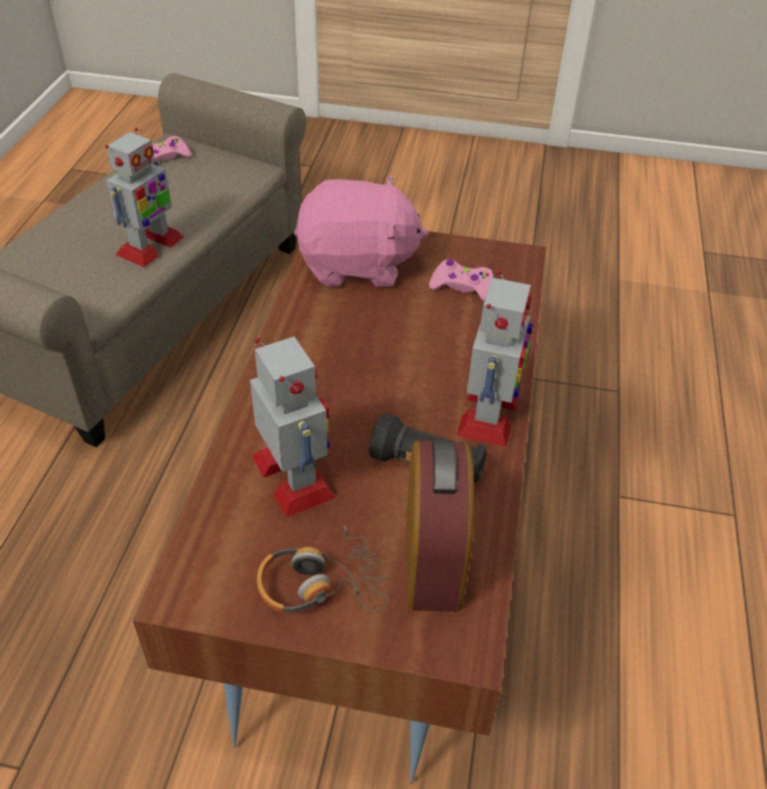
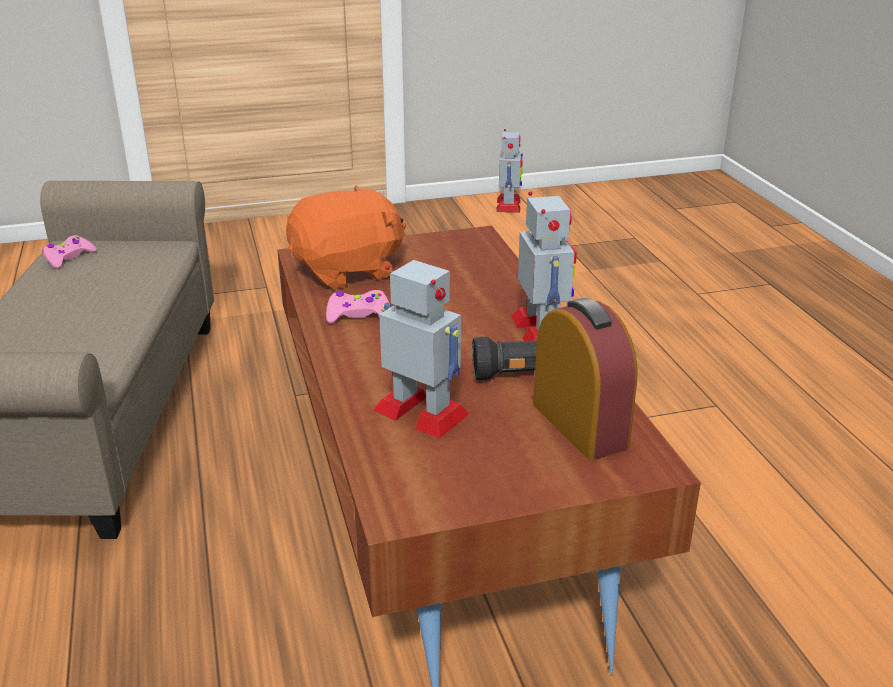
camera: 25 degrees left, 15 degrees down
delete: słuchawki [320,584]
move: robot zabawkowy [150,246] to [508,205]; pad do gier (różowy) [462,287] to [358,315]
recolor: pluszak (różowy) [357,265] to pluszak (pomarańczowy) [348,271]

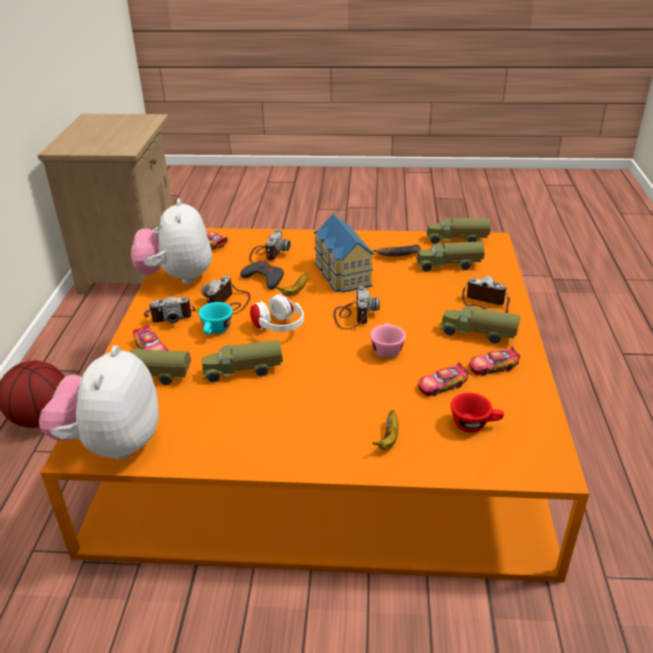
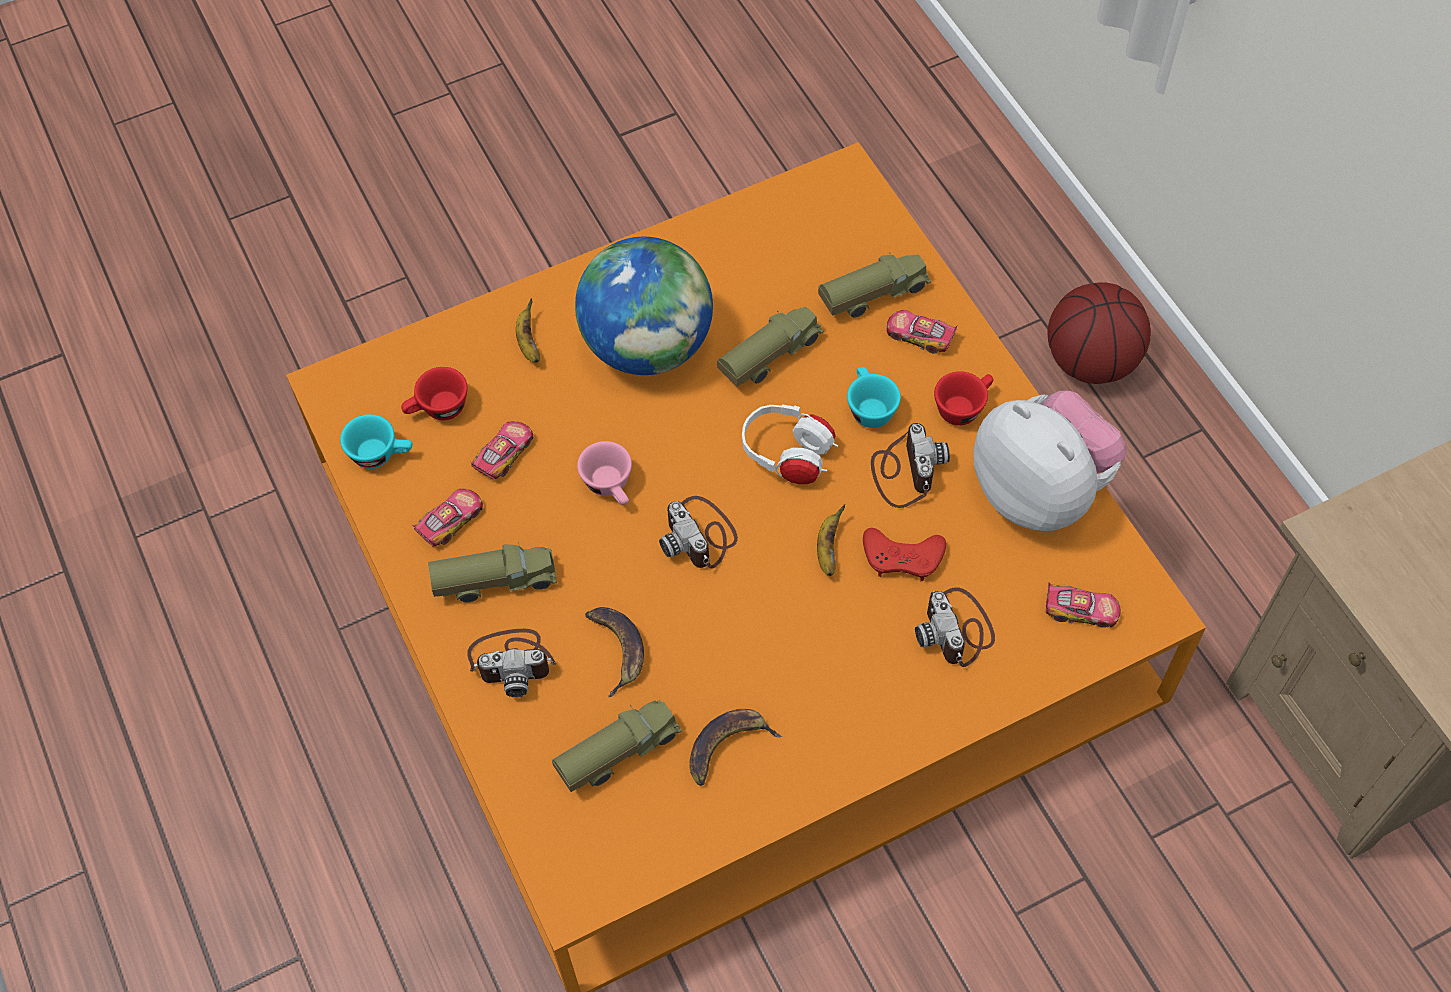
camera: 150 degrees right, 25 degrees up
delete: domek [341,274]; ciężarówka zabawkowa [457,240]; pluszak [112,444]
insert: globus [648,346]; filiżanka (turkusowy) [381,454]; banan [617,649]
replace: aparat fotograficzny [170,315] to filiżanka (czerwony) [963,406]
recolor: pad do gier (szary) [264,278] to pad do gier (czerwony) [903,557]

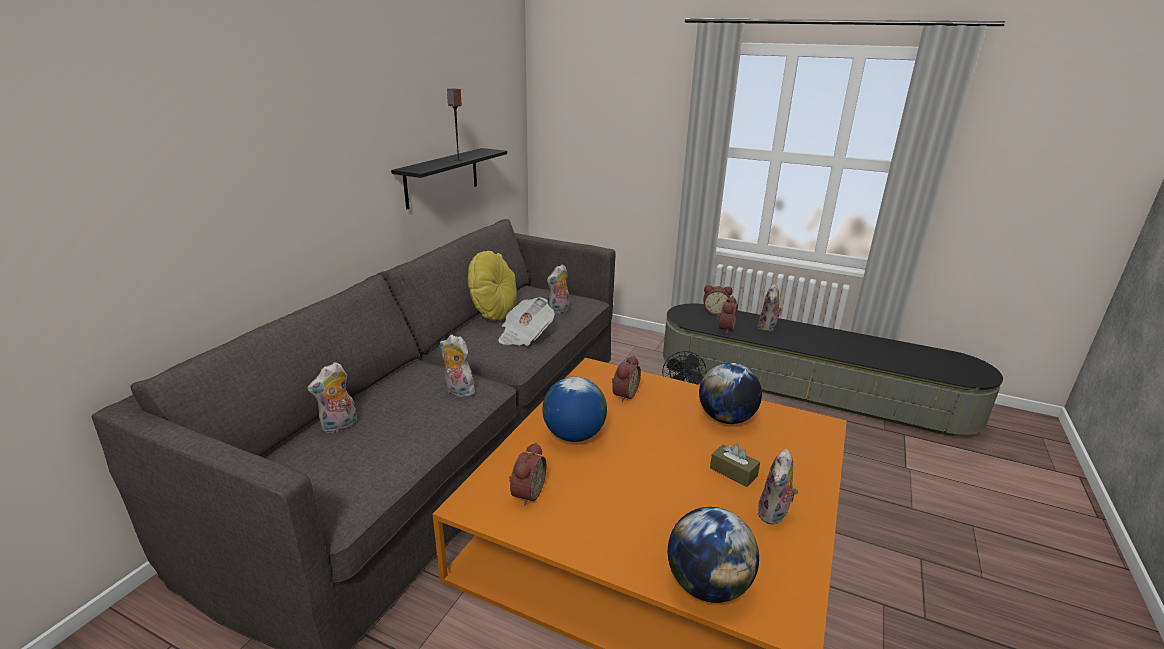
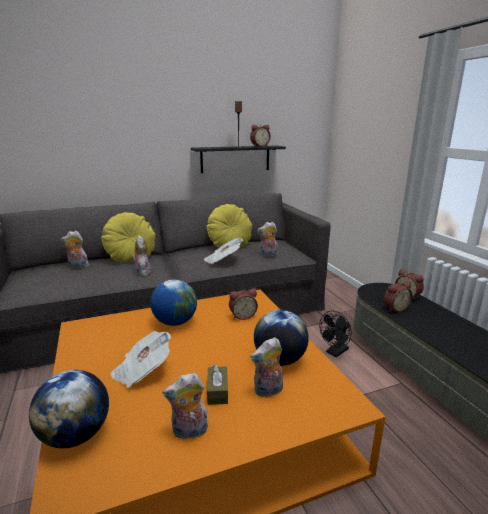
camera: 45 degrees right, 5 degrees down
insert: poduszka (żółty) [131,259]; gazeta [142,371]
move: pluszak [768,327] to [268,391]; budzik [526,493] to [259,146]

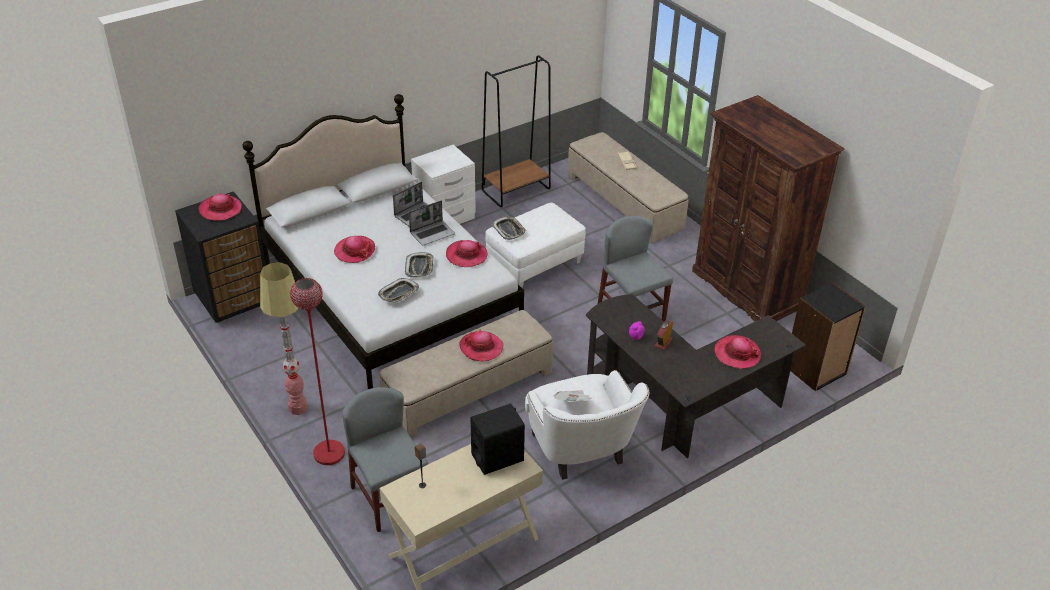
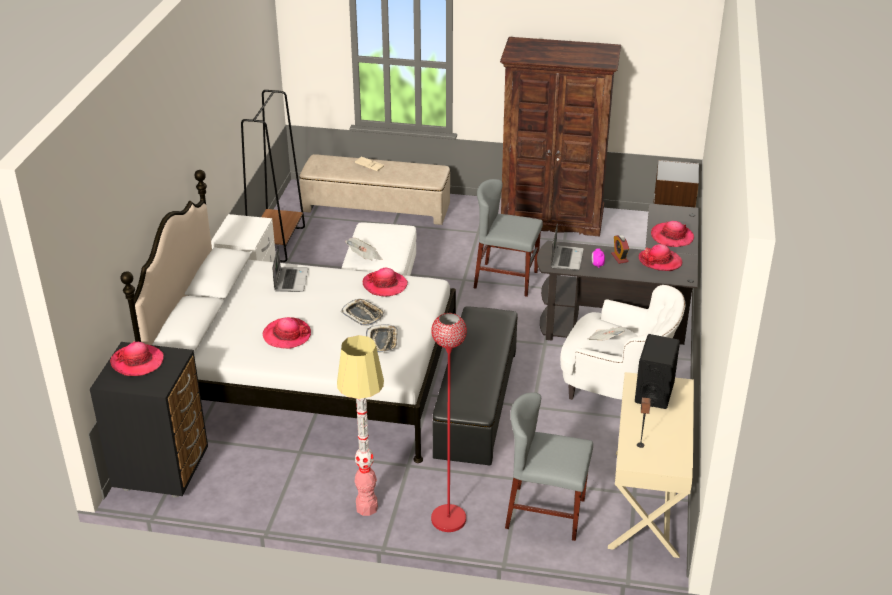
camera: 45 degrees left, 5 degrees down
move: laptop [432,233] to [566,258]; kapelusz [481,347] to [660,261]
replace: taca [509,230] to gazeta [364,257]
recolor: ławka (beżowy) [468,389] to ławka (czarny) [476,401]

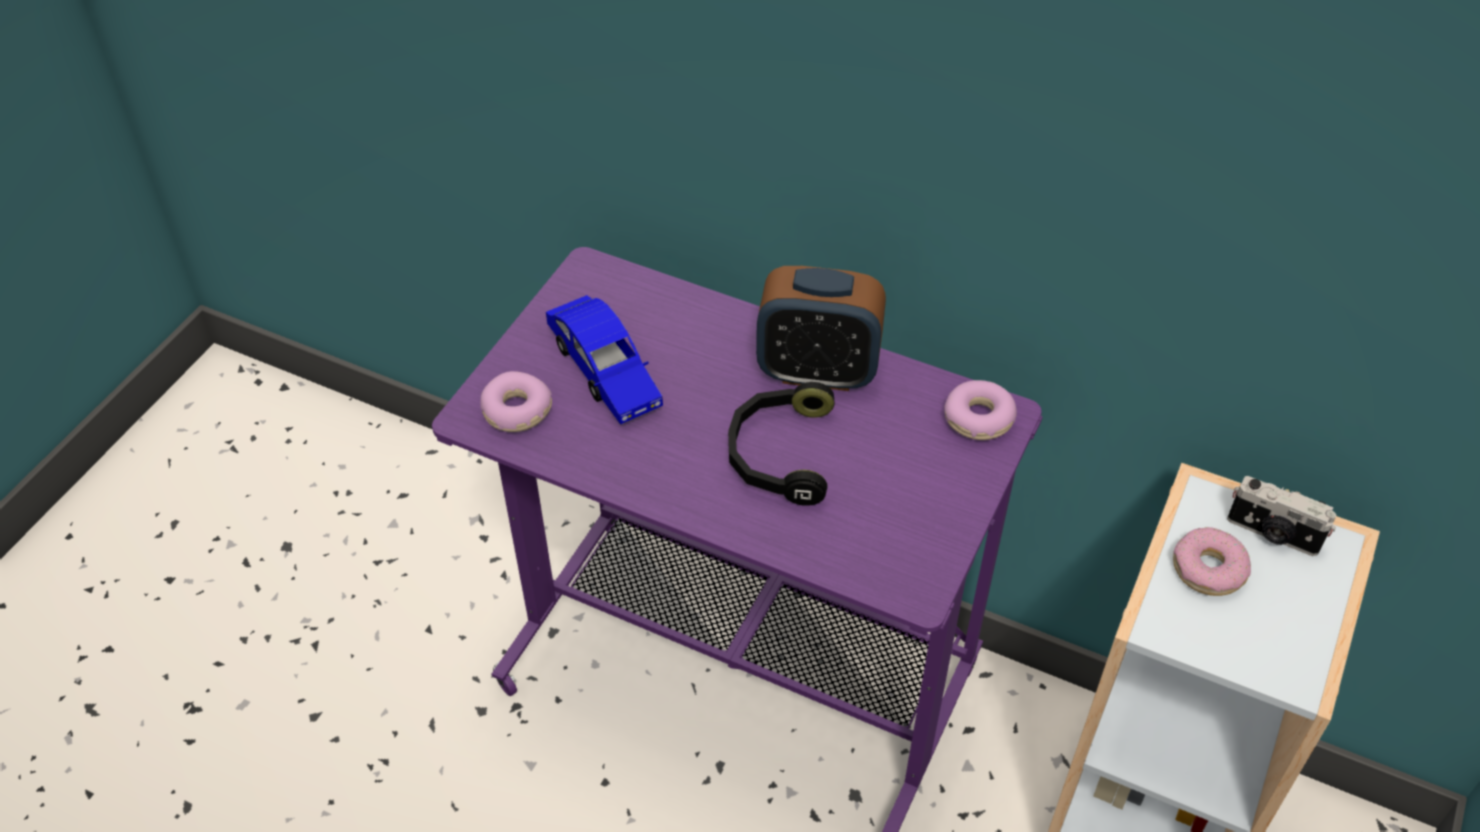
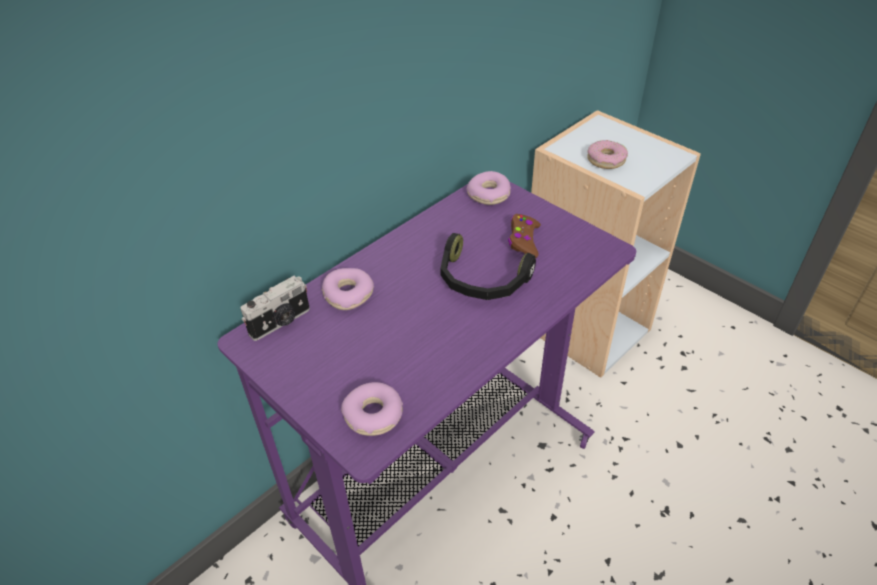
camera: 70 degrees left, 5 degrees down
delete: budzik [818,371]; samochodzik (niebieski) [604,371]
insert: pad do gier (brązowy) [523,241]; donut [348,294]
move: aparat fotograficzny [1272,534] to [281,322]

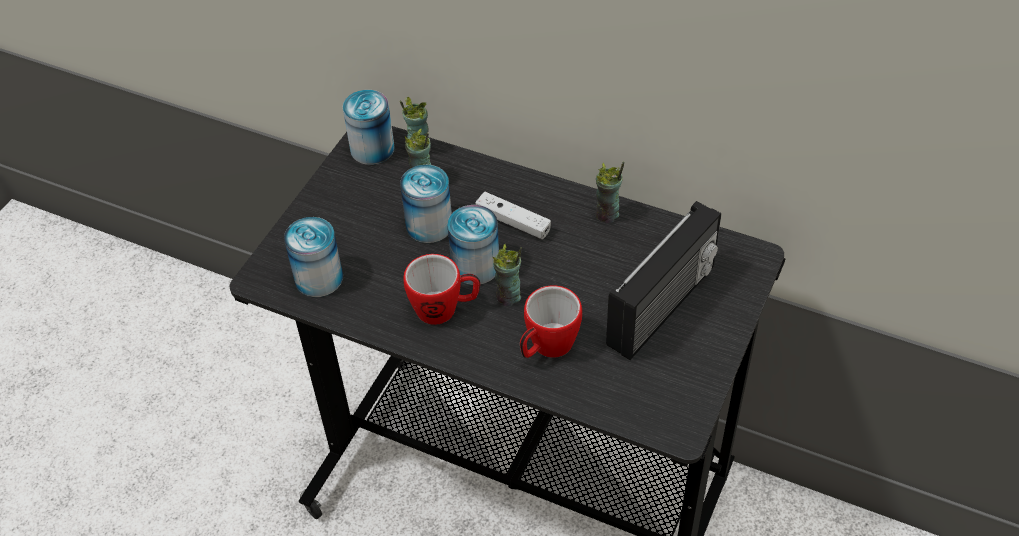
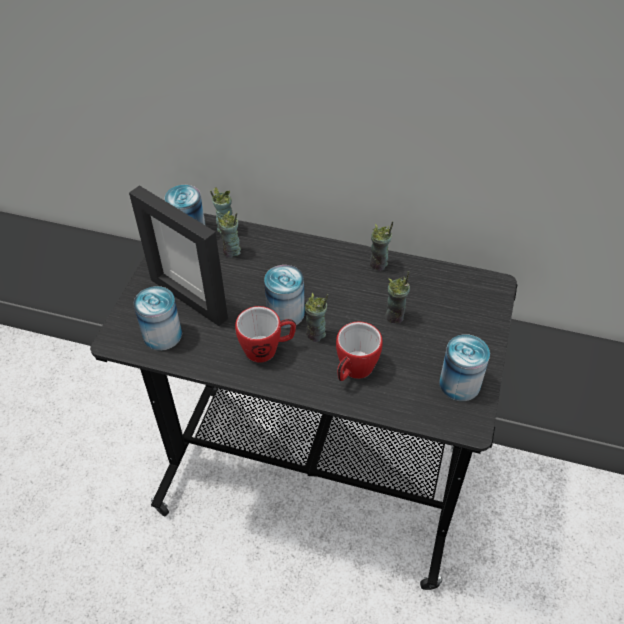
camera: 10 degrees left, 0 degrees up
delete: pad do gier (biały) [513,222]; radio [663,307]
insert: ramka na zdjęcie [190,297]; filiżanka [395,316]
move: puszka [429,225] to [459,384]

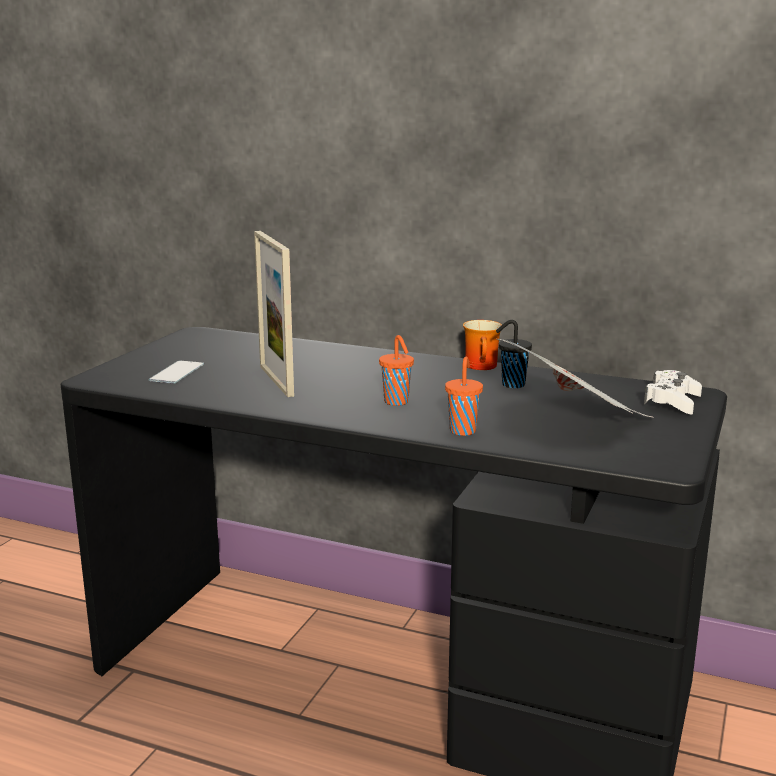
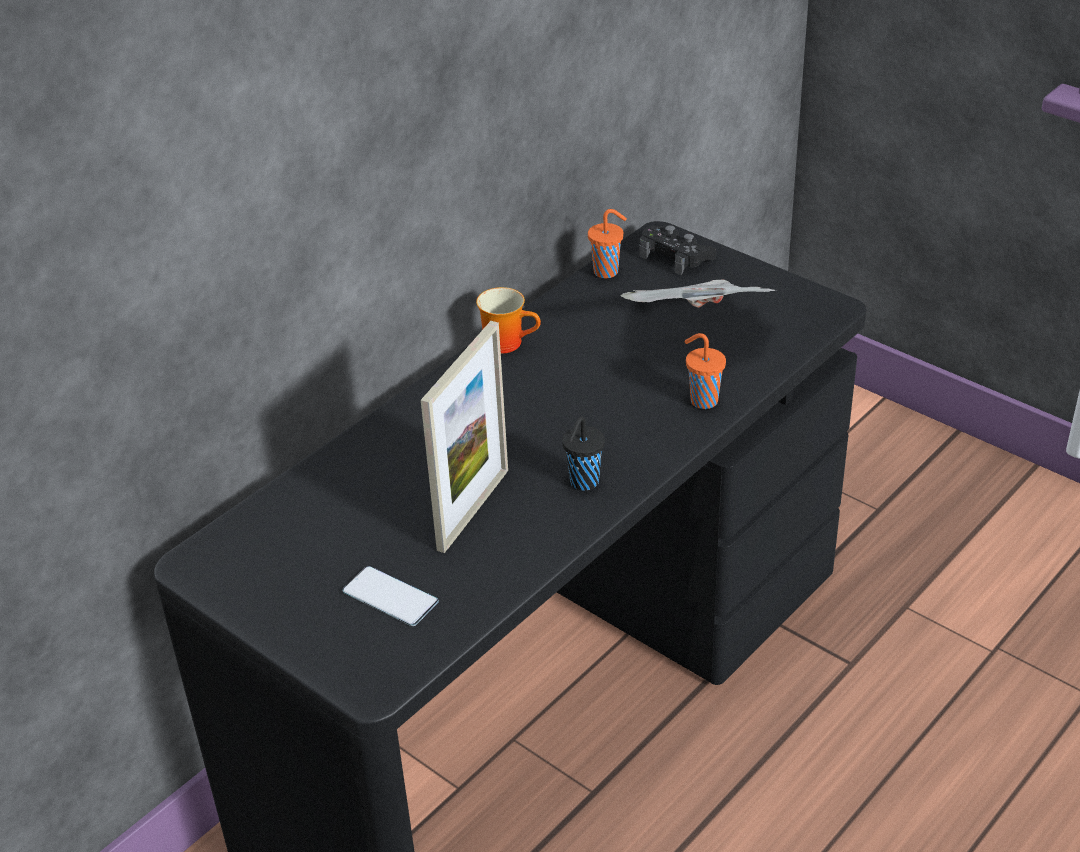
camera: 70 degrees left, 20 degrees up
move: filiżanka (czarny) [511,385] to [583,483]; filiżanka (pomarańczowy) [397,402] to [607,272]
recolor: pad do gier (biały) [672,401] to pad do gier (czarny) [675,256]
rotate: ramka na zdjęcie [276,380] = [473,509] 60 degrees counterclockwise

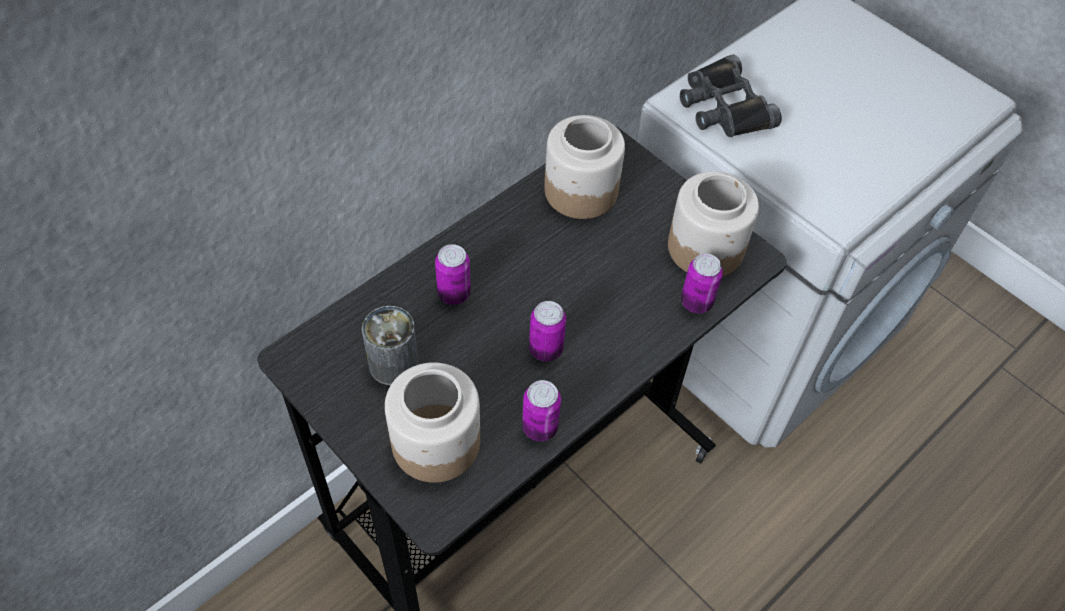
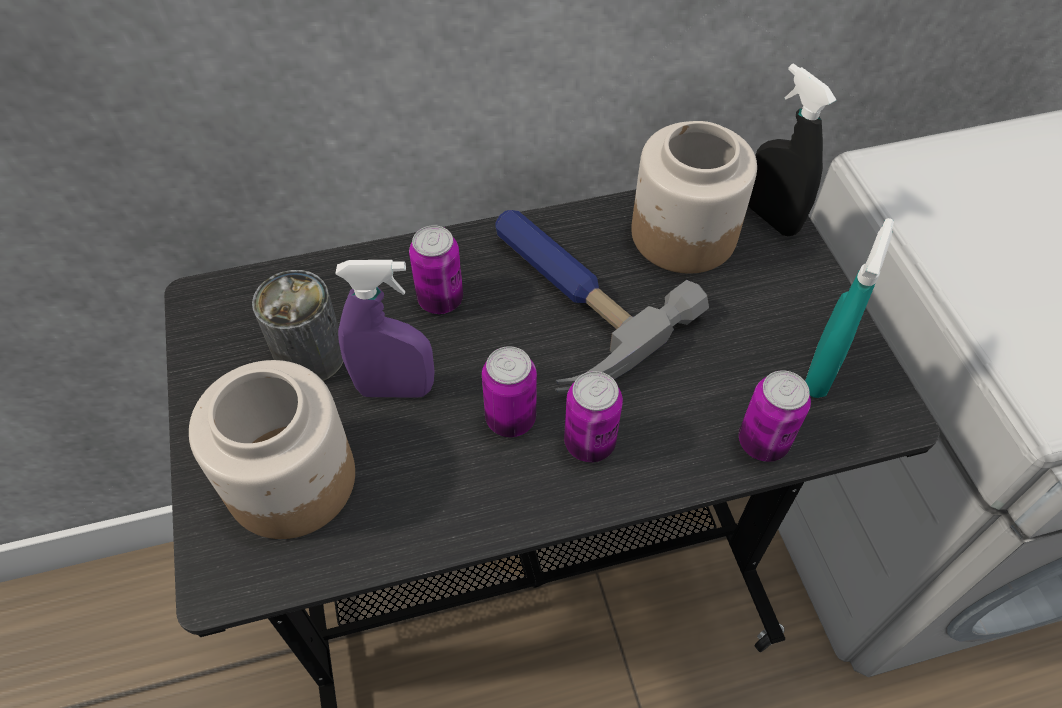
camera: 30 degrees right, 0 degrees up
delete: lornetka (czarny) [723,107]
insert: spryskiwacz (czarny) [771,218]; młotek [567,298]; spryskiwacz (fioletowy) [395,389]
move: puszka [540,427] to [589,443]
replace: słoik [706,247] to spryskiwacz (turkusowy) [820,371]

